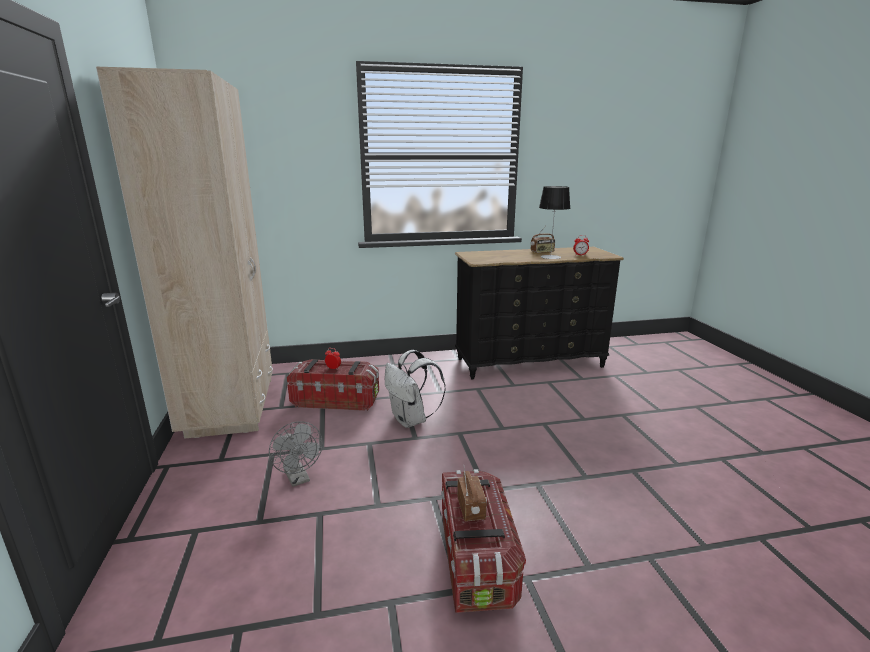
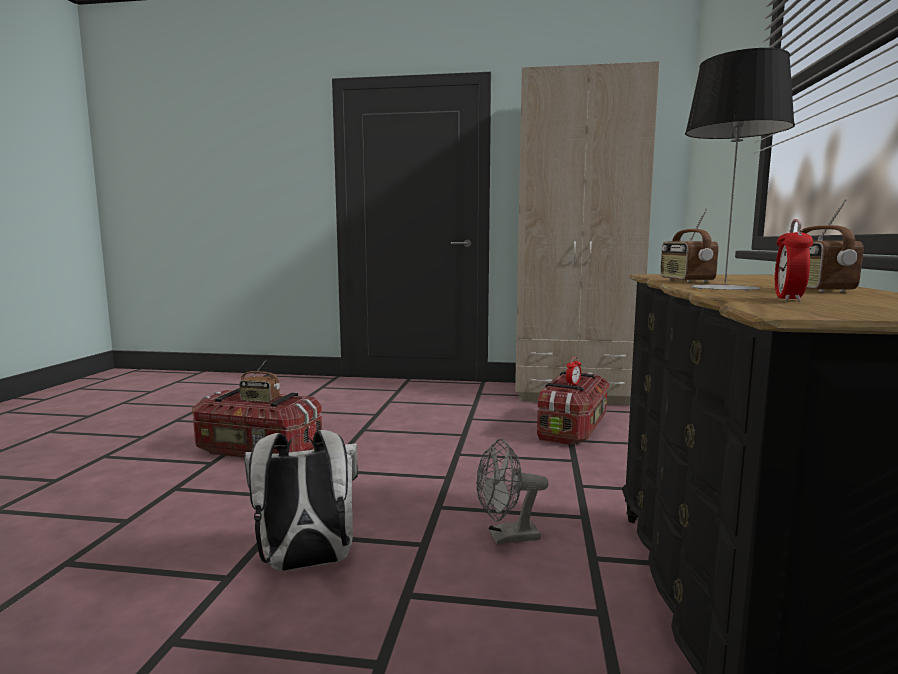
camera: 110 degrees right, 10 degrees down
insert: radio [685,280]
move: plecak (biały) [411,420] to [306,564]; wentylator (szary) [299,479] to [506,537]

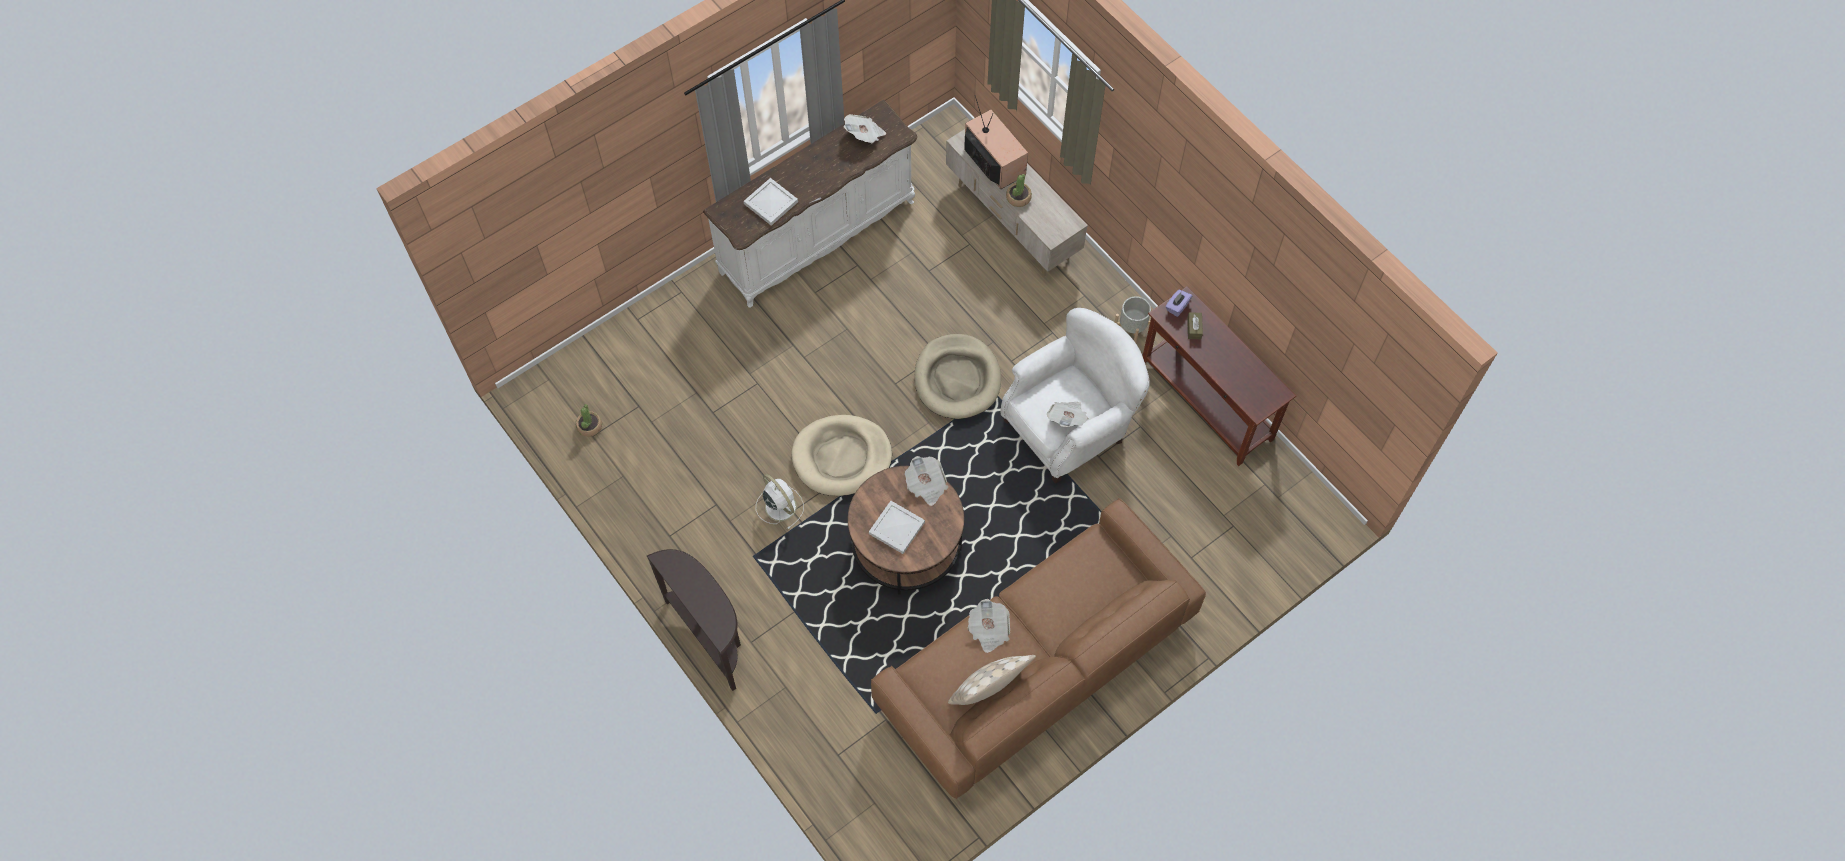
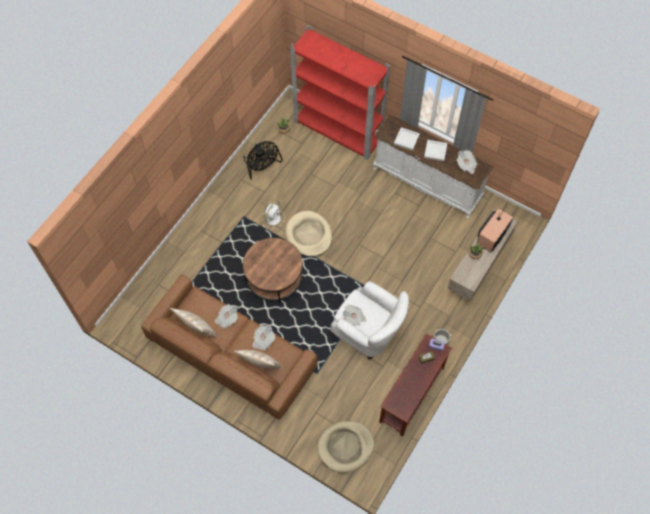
camera: 70 degrees right, 0 degrees up
delete: stolik konsolowy (brązowy) [711,636]
insert: regał (czerwony) [338,130]; wentylator (czarny) [260,166]; poduszka (beżowy) [260,364]
move: legowisko (beżowy) [957,379] to [345,447]; gazeta [926,485] to [263,340]; taca (biały) [897,529] to [435,151]

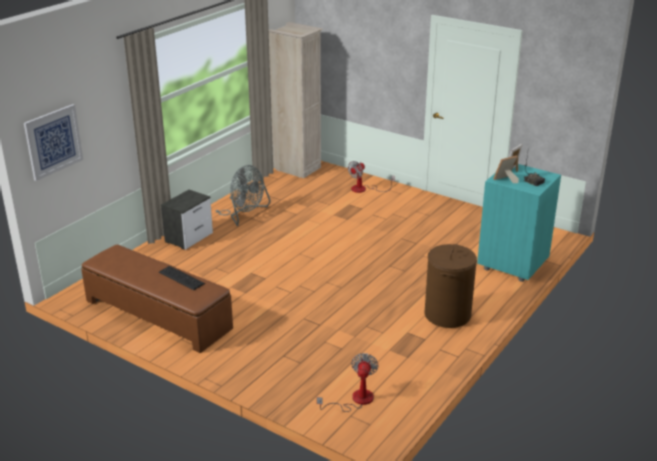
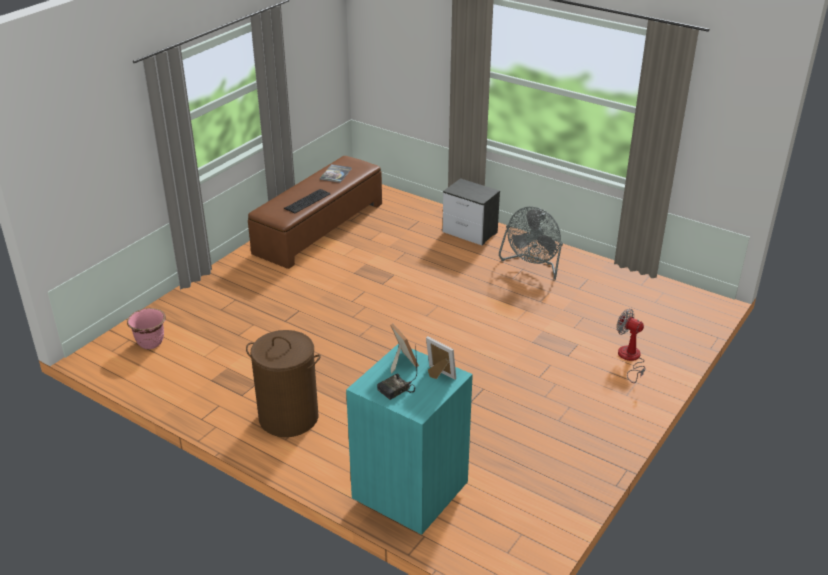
camera: 90 degrees right, 5 degrees up
delete: szafka (beżowy) [297,168]; obraz [53,141]
insert: książka [335,174]
replace: wentylator [355,400] to donica (różowy) [151,343]

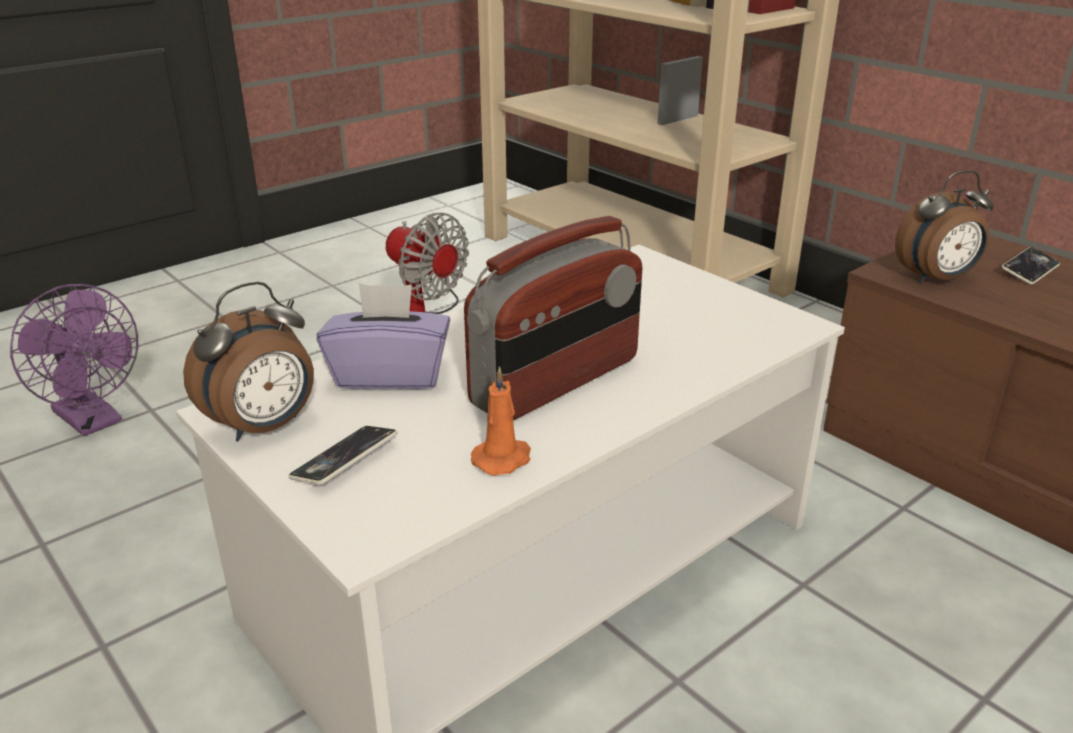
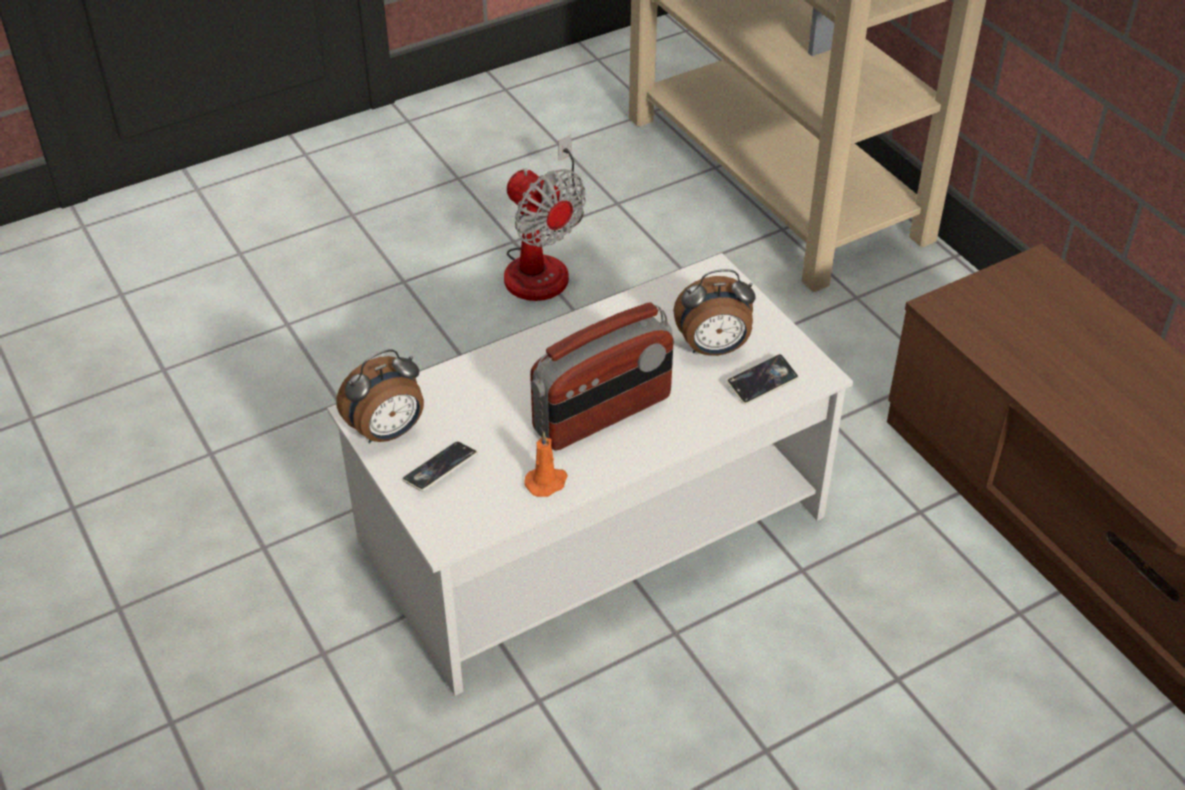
camera: 10 degrees right, 15 degrees up
delete: pudełko chusteczek (fioletowy) [390,374]; wentylator (fioletowy) [94,421]
move: budzik [936,279] to [713,349]; telefon [1029,270] to [762,383]

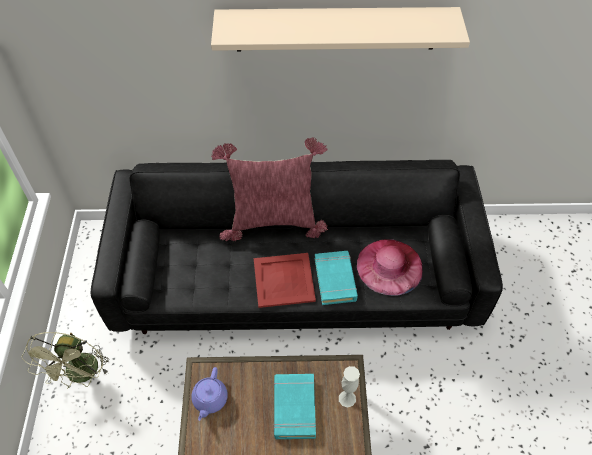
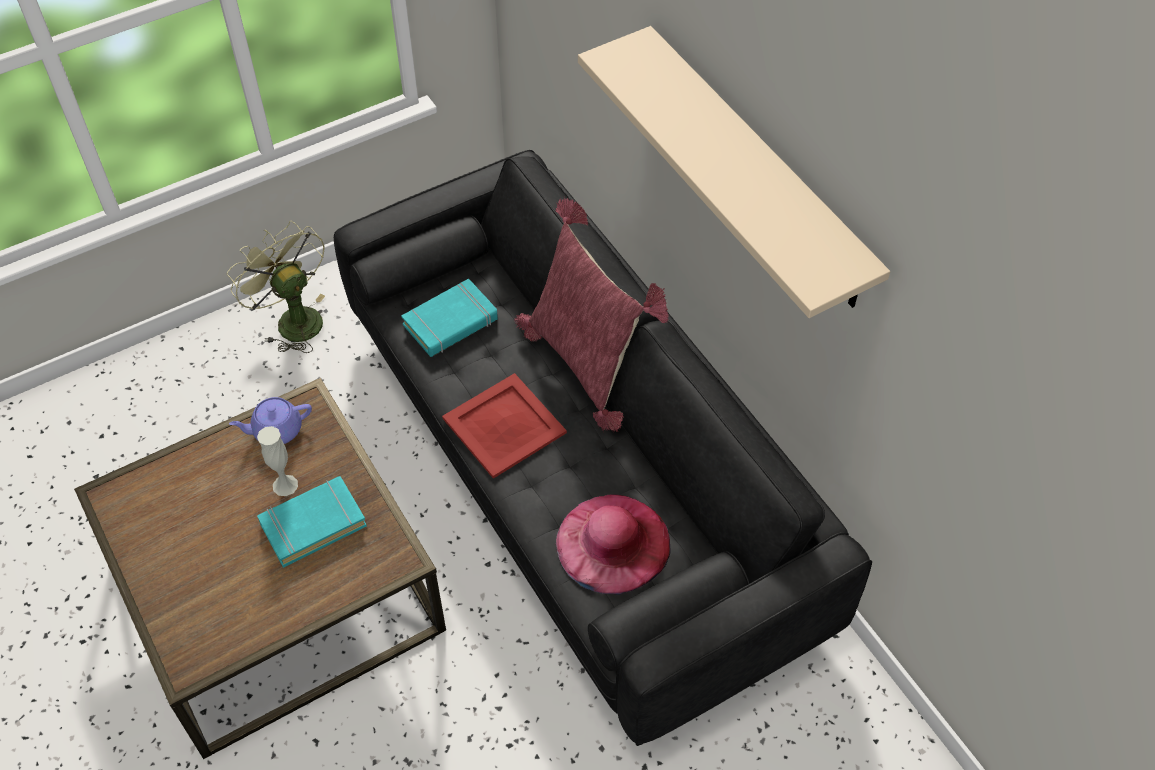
camera: 60 degrees right, 0 degrees up
move: książka (turkusowy) [335,280] to [451,323]; wazon (biały) [347,398] to [285,485]
rotate: wentylator (zielony) [81,375] = [292,319] 75 degrees clockwise

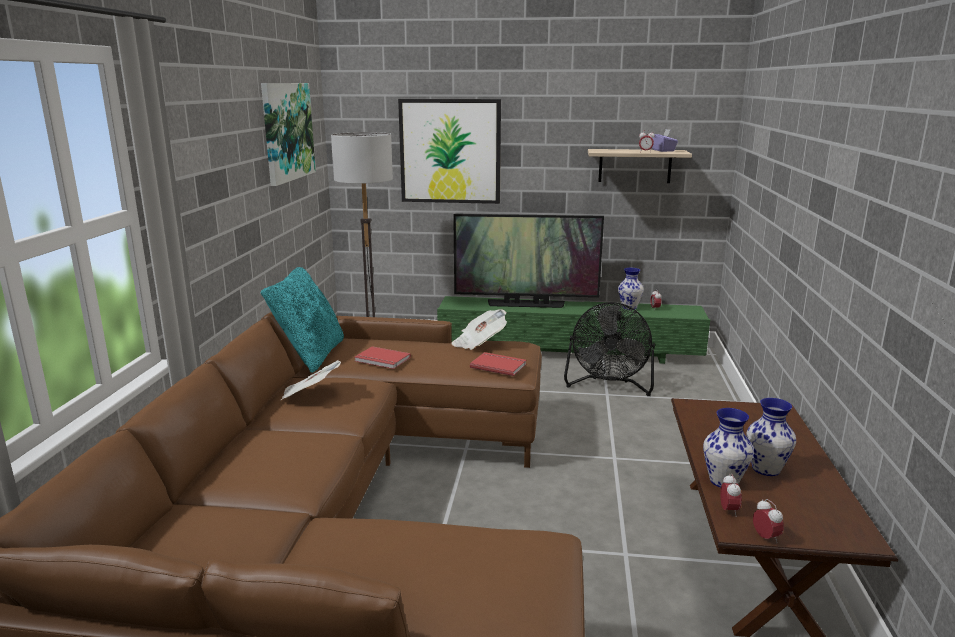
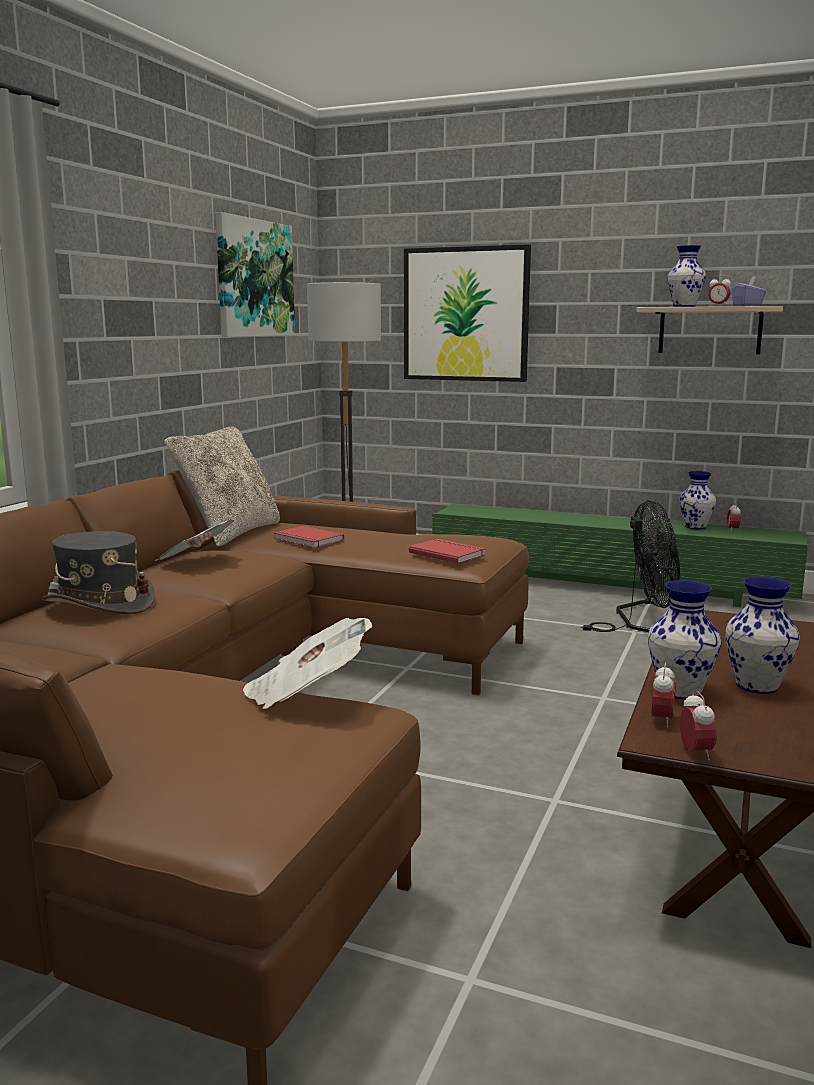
camera: 15 degrees right, 5 degrees down
delete: telewizor [526,304]
insert: wazon [683,306]; kapelusz (szary) [99,604]
move: gazeta [479,343] to [306,693]
recolor: poduszka (turkusowy) [310,354] to poduszka (beżowy) [230,532]
rotate: wentylator (czarny) [606,384] = [640,621] 120 degrees counterclockwise

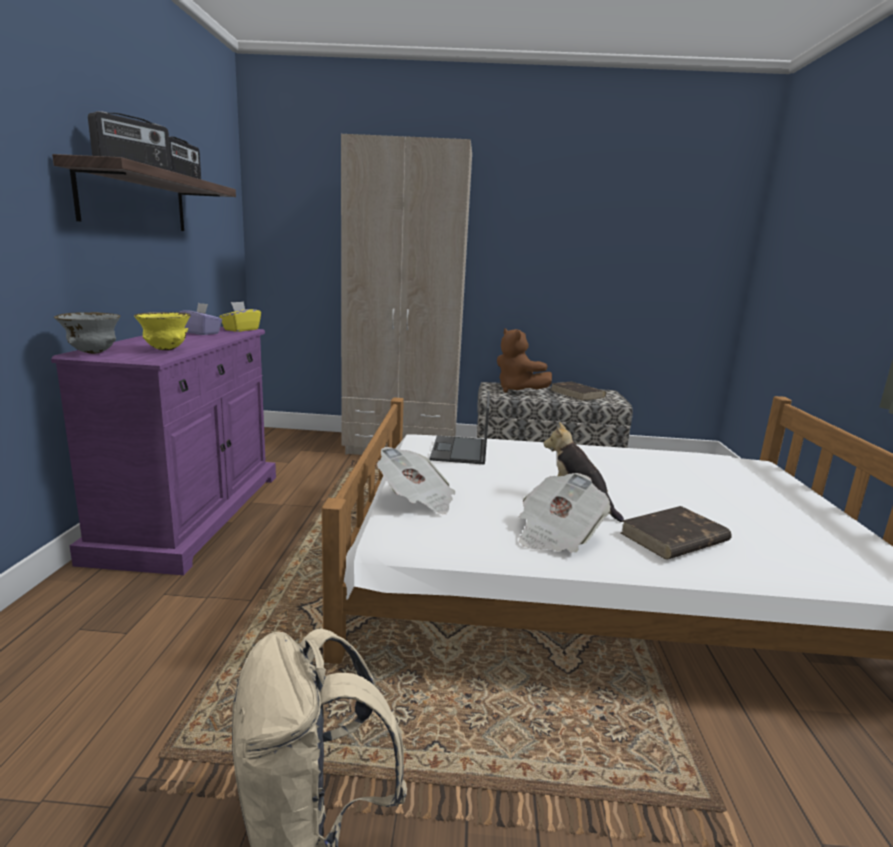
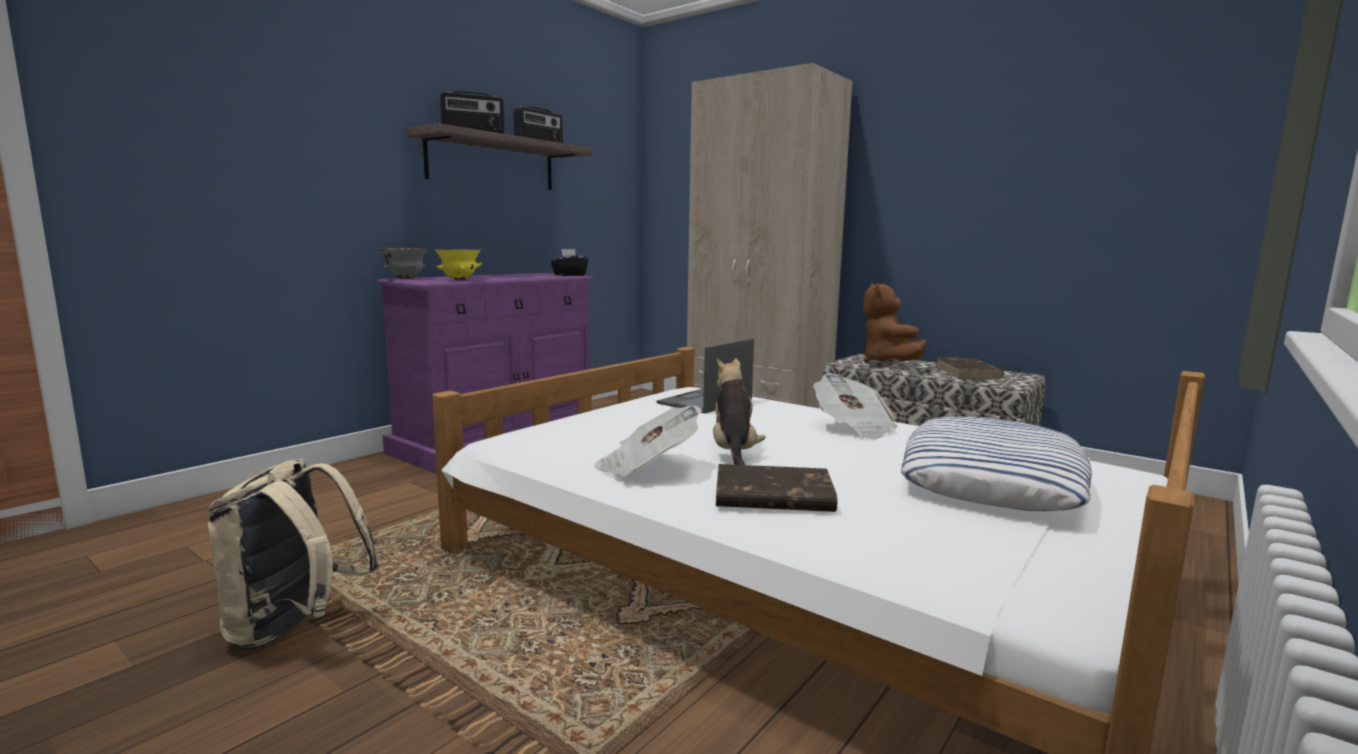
camera: 35 degrees right, 5 degrees down
delete: pudełko chusteczek (fioletowy) [201,333]
insert: poduszka [991,478]
move: gazeta [417,500] to [853,428]
recolor: pudełko chusteczek (żółty) [241,330] to pudełko chusteczek (czarny) [569,275]

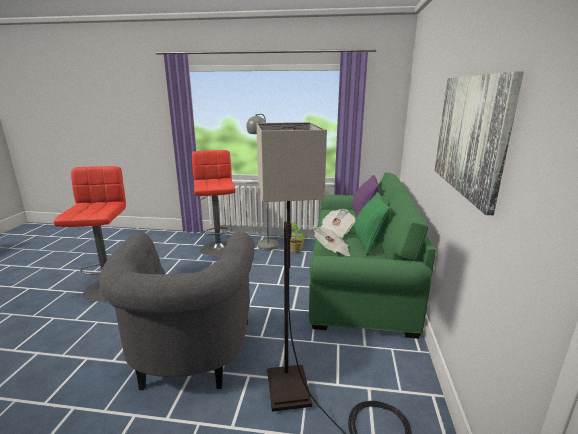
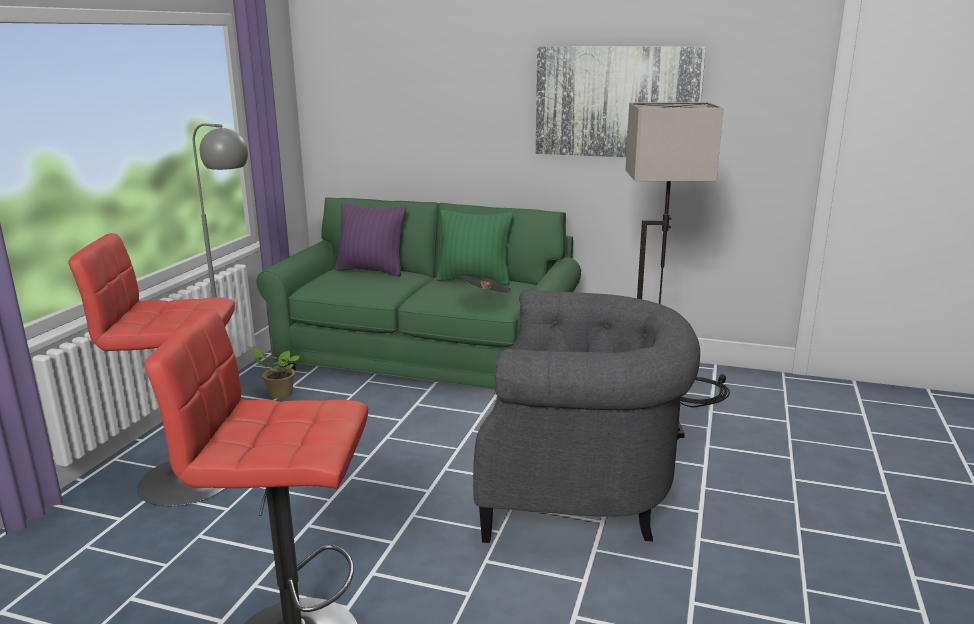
camera: 80 degrees left, 0 degrees up
delete: gazeta [335,233]

